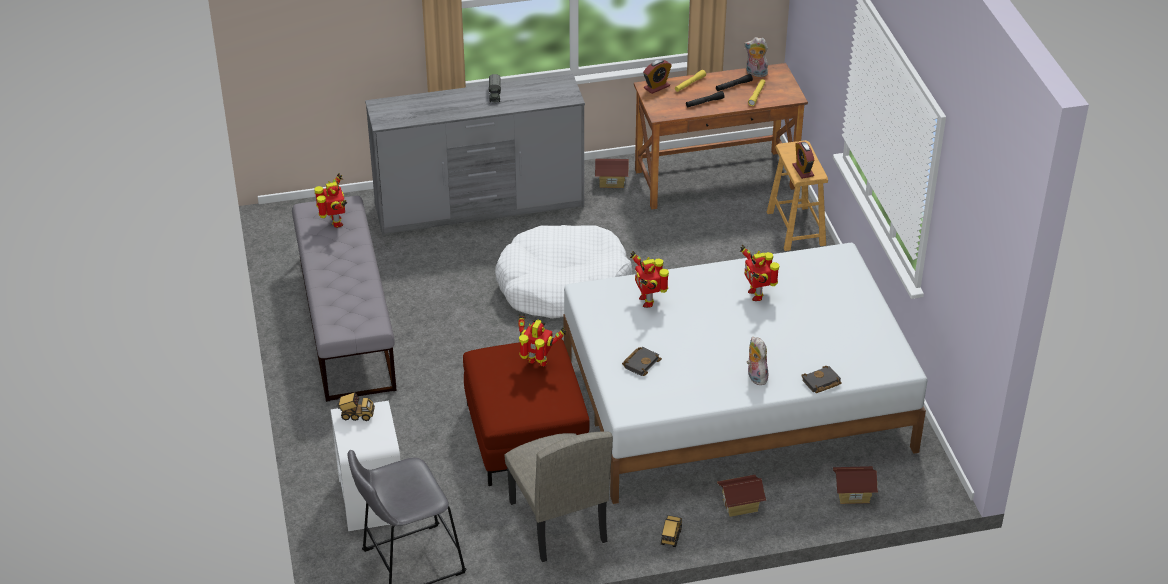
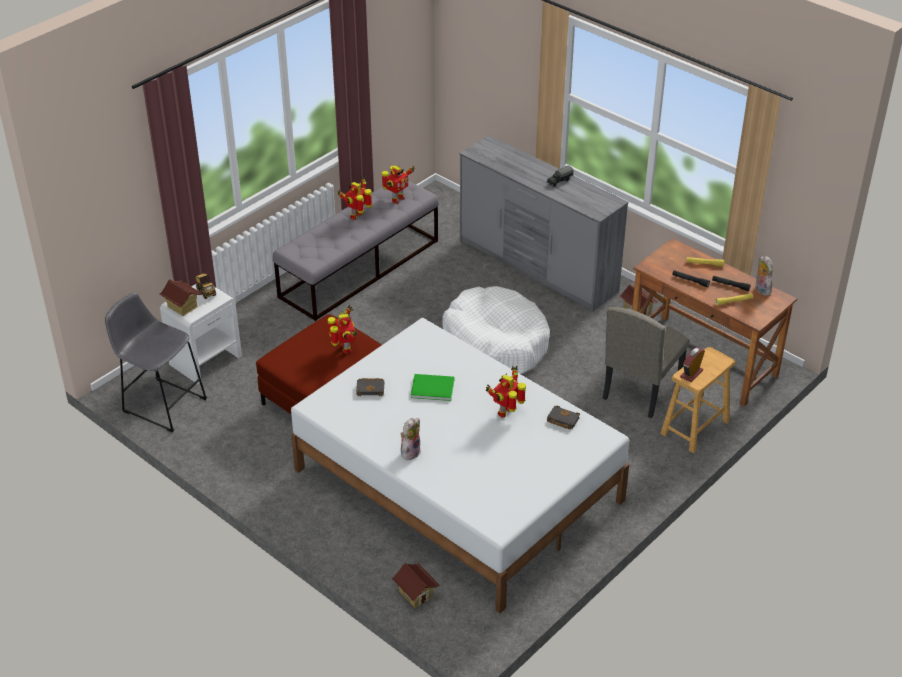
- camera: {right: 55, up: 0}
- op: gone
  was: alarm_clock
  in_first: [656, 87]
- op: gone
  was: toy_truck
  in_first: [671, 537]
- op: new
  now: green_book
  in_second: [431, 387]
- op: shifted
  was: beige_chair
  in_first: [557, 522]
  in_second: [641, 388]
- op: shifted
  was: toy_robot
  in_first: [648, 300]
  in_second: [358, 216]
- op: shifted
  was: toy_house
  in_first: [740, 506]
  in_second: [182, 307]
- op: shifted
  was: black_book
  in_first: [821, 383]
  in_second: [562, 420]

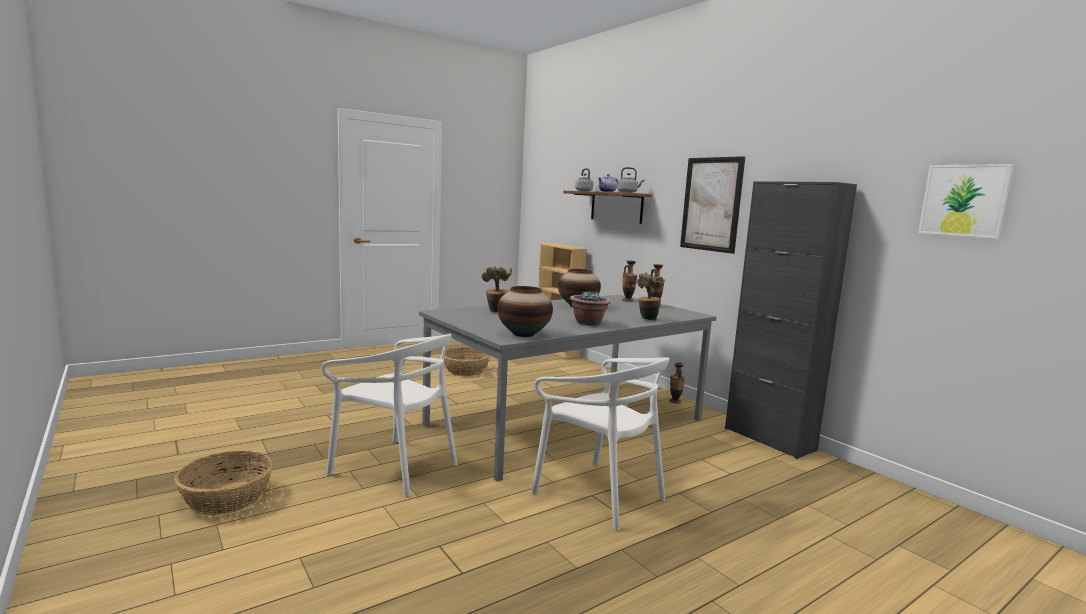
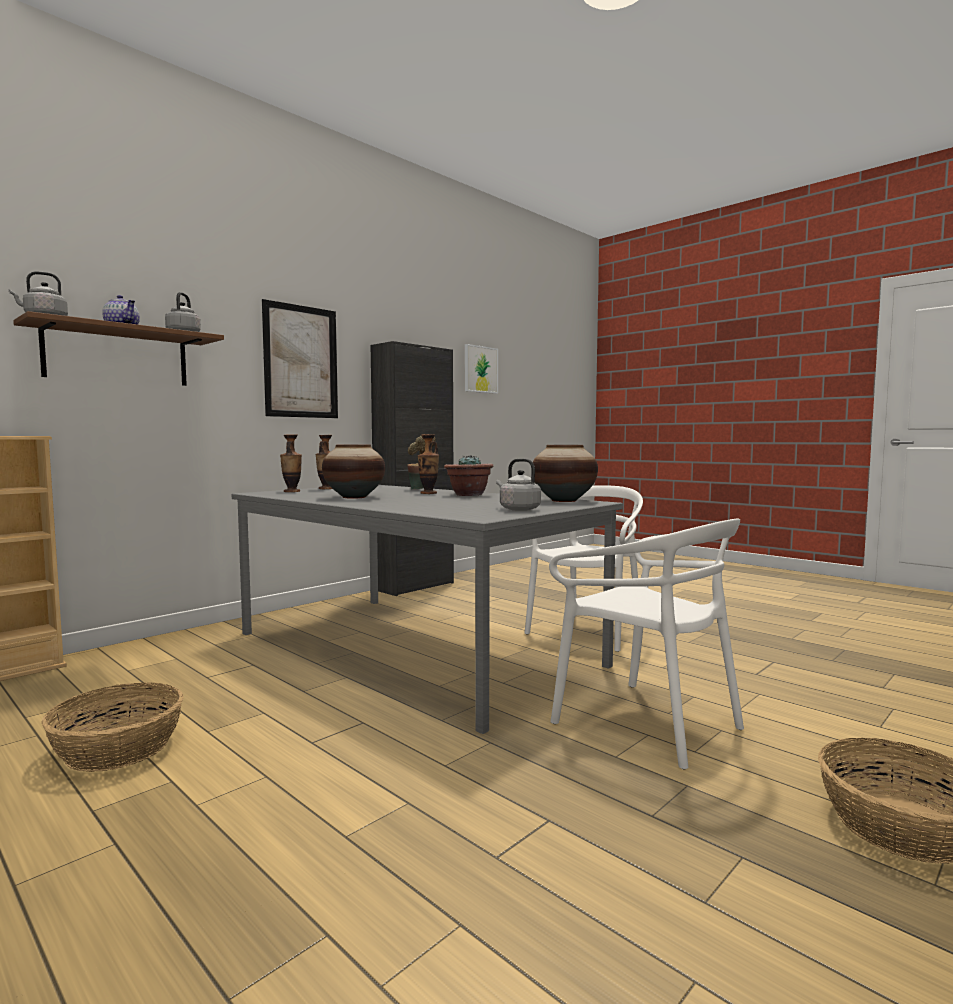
- camera: {right: -100, up: -5}
- op: gone
  was: potted_plant
  in_first: [496, 312]
- op: new
  now: grey_kettle
  in_second: [518, 509]
- op: shifted
  was: vase
  in_first: [675, 401]
  in_second: [428, 493]
- op: rotated
  was: white_chair
  in_first: [395, 467]
  in_second: [646, 722]
  clockwise: 120

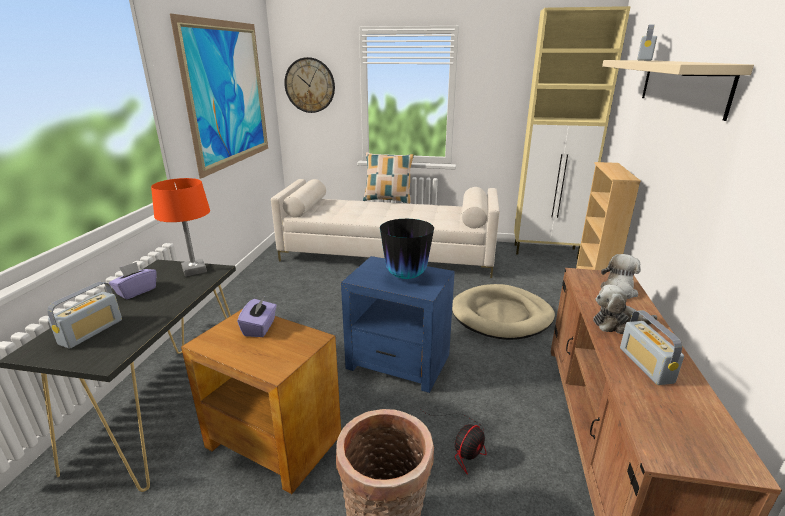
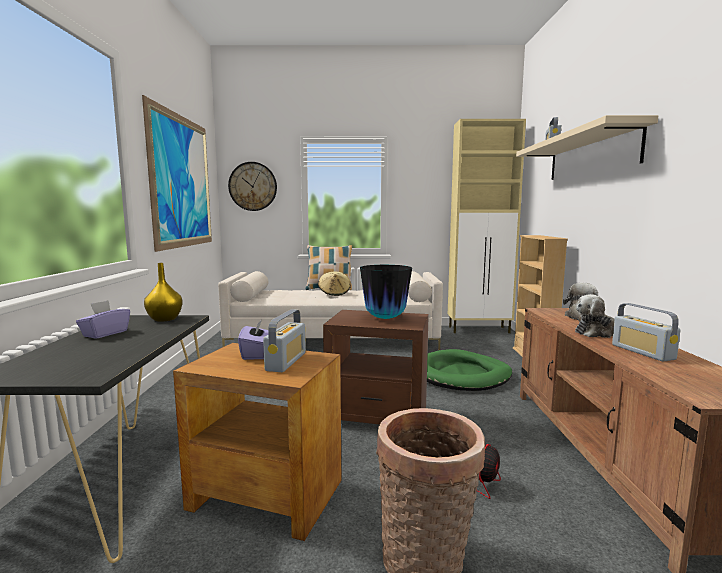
- camera: {right: -10, up: -15}
- op: new
  now: beige_hat
  in_second: [334, 293]
- op: shifted
  was: radio
  in_first: [91, 332]
  in_second: [286, 361]
- op: swapped
  was: orange_table_lamp
  now: yellow_vase
  in_first: [194, 270]
  in_second: [165, 319]
- op: repainted
  was: blue_side_table
  now: brown_side_table
  in_first: [399, 362]
  in_second: [378, 416]
- op: repainted
  was: beige_dog_bed
  now: green_dog_bed
  in_first: [501, 315]
  in_second: [462, 375]

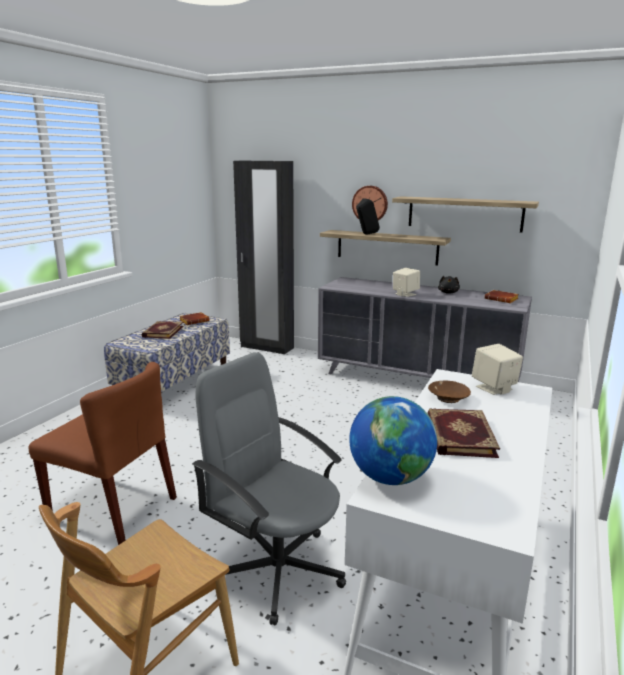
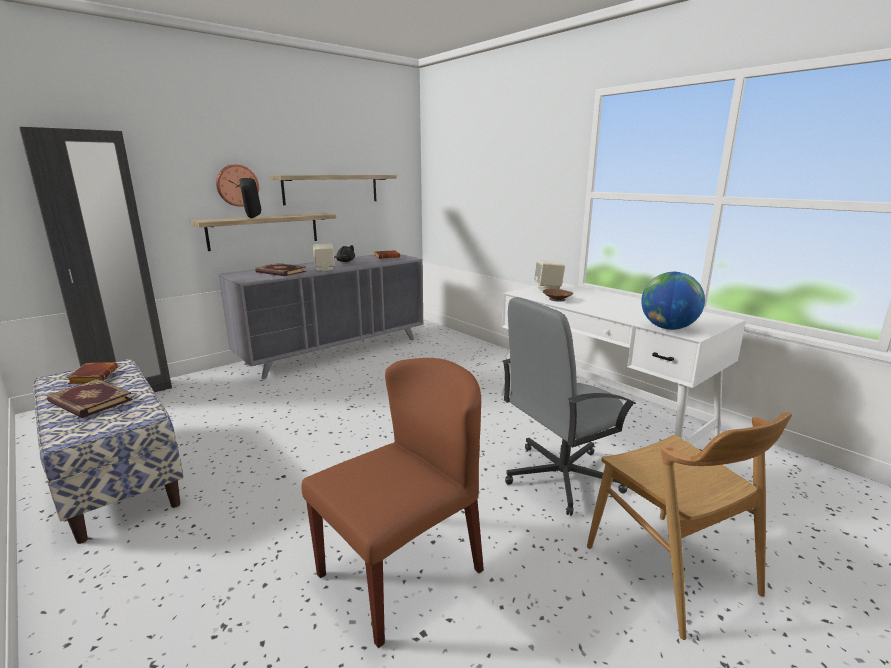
- camera: {right: -65, up: 0}
- op: shifted
  was: book
  in_first: [459, 435]
  in_second: [280, 272]

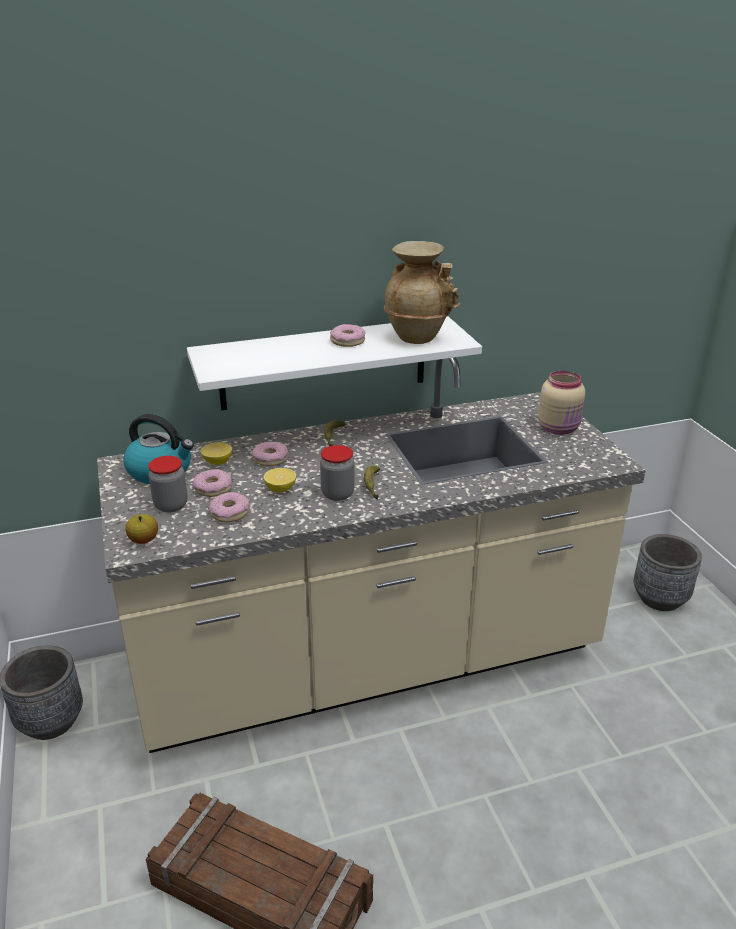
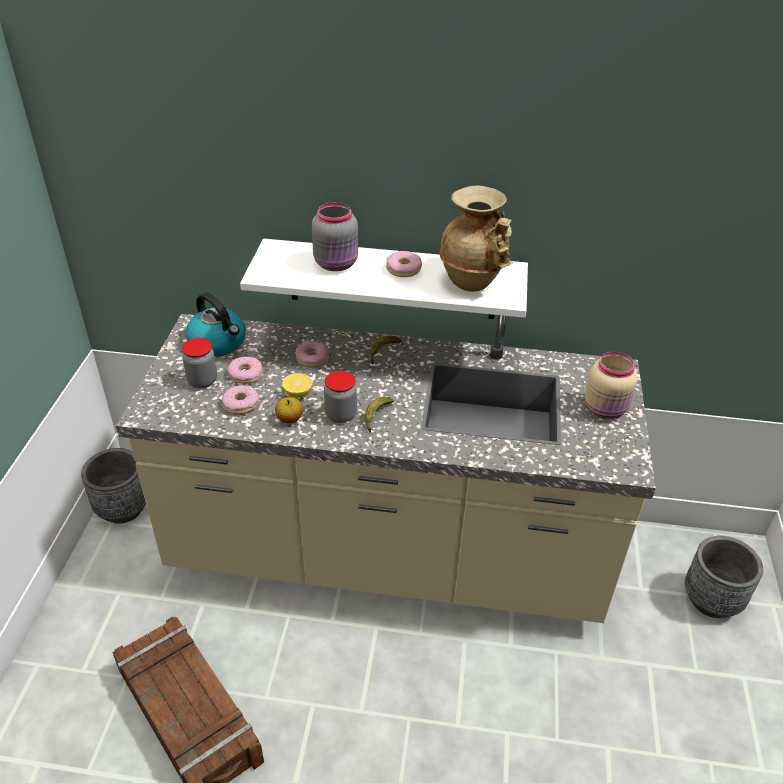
- camera: {right: 25, up: 10}
- op: gone
  was: lemon
  in_first: [217, 462]
- op: new
  now: grey_jar
  in_second: [337, 264]
- op: shifted
  was: apple
  in_first: [143, 540]
  in_second: [289, 419]

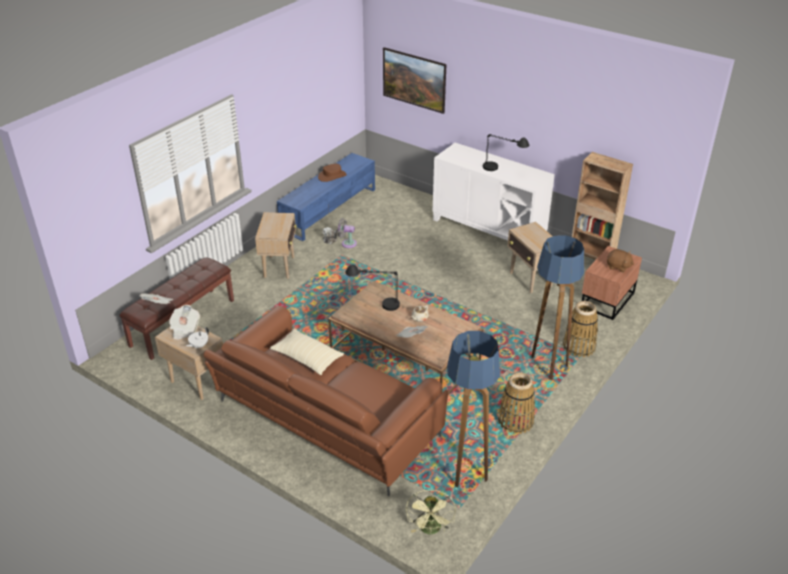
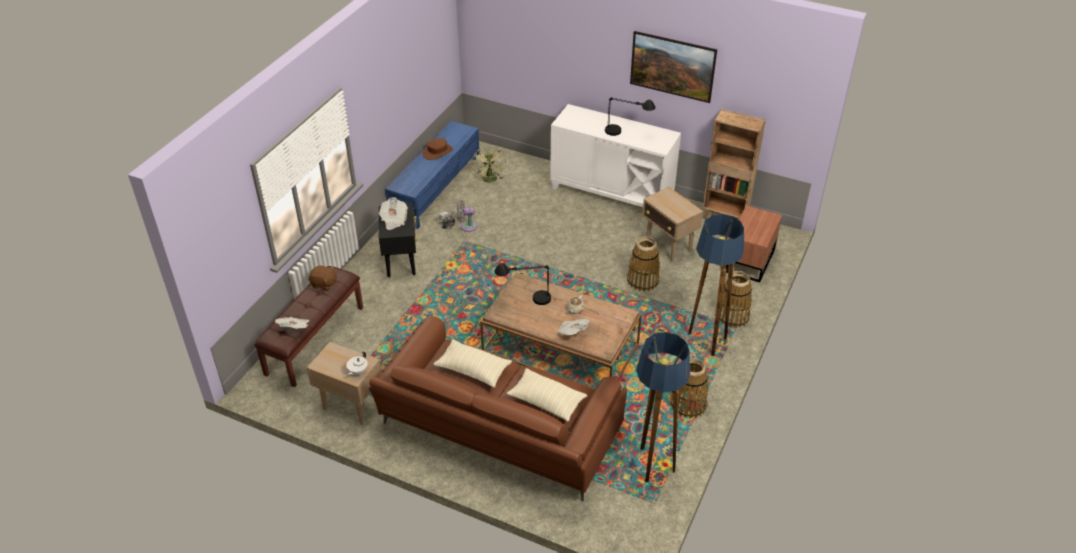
- camera: {right: -10, up: 5}
- op: new
  now: beige_pillow
  in_second: [546, 401]
- op: new
  now: basket
  in_second: [642, 281]
- op: shifted
  was: newspaper
  in_first: [184, 329]
  in_second: [393, 220]
- op: shifted
  was: picture
  in_first: [414, 92]
  in_second: [671, 79]
- op: shifted
  was: green_fan
  in_first: [431, 530]
  in_second: [490, 180]
- op: shifted
  was: brown_plush_toy
  in_first: [618, 267]
  in_second: [324, 284]
- op: repainted
  was: beige_side_table
  now: black_side_table
  in_first: [279, 267]
  in_second: [401, 262]

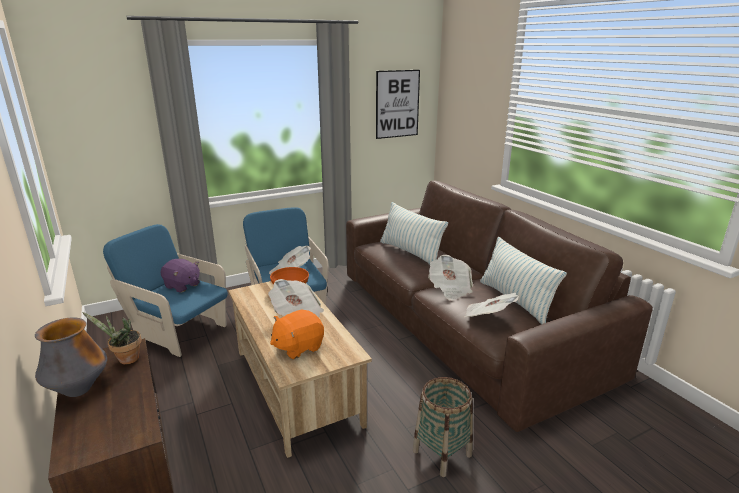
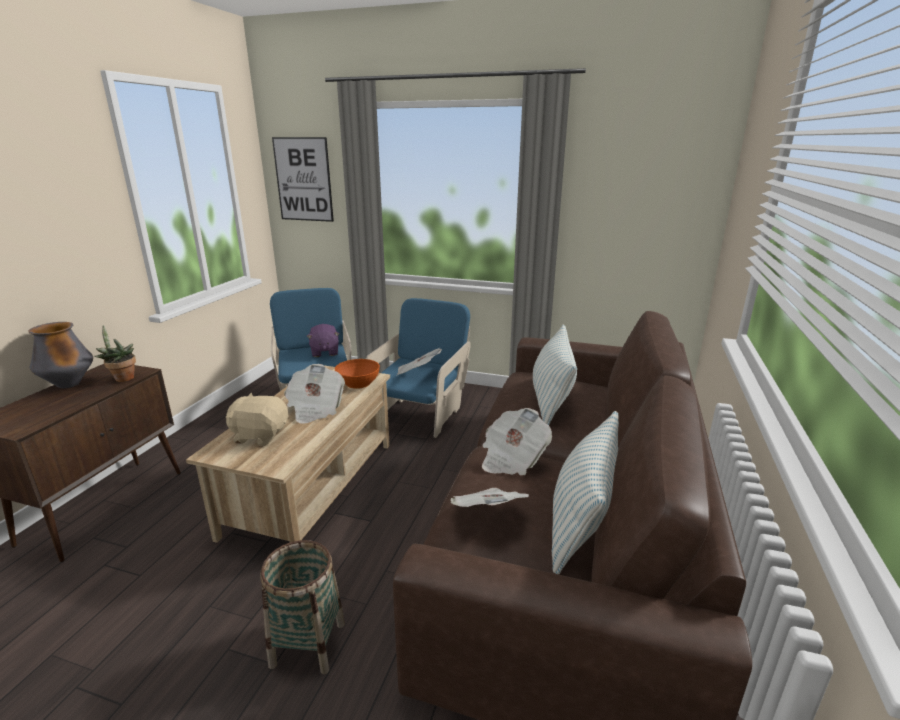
- camera: {right: 45, up: 0}
- op: shifted
  was: picture
  in_first: [397, 104]
  in_second: [303, 179]
- op: repainted
  was: orange_plush_toy
  now: beige_plush_toy
  in_first: [298, 347]
  in_second: [260, 435]

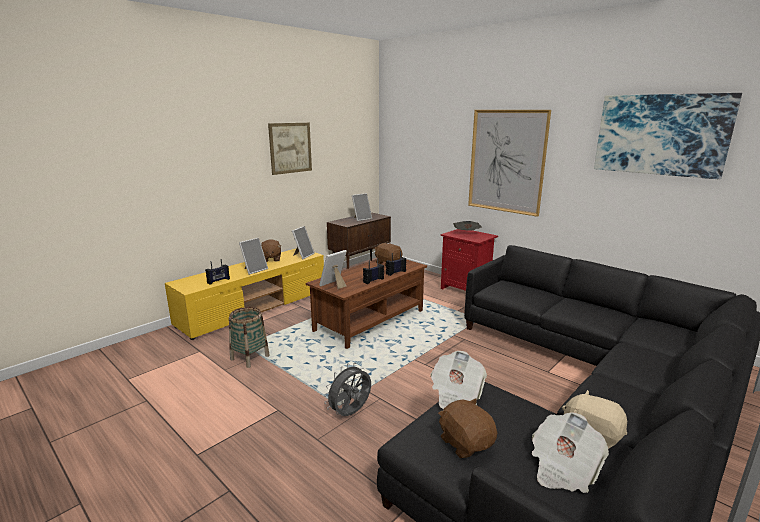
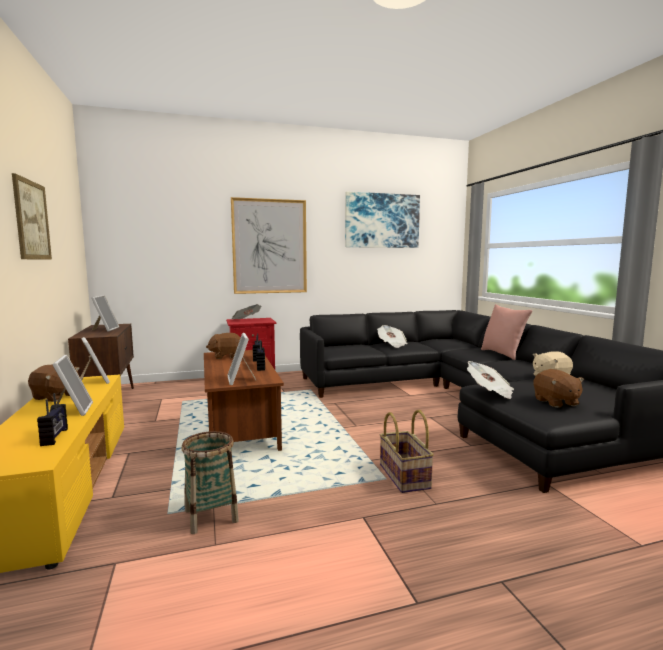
- camera: {right: -60, up: -10}
- op: new
  now: pink_pillow
  in_second: [503, 354]
- op: shifted
  was: newspaper
  in_first: [563, 467]
  in_second: [392, 344]
- op: swapped
  was: grey_fan
  now: basket
  in_first: [350, 413]
  in_second: [405, 476]
- op: rotated
  was: brown_plush_toy
  in_first: [466, 443]
  in_second: [556, 402]
  clockwise: -105

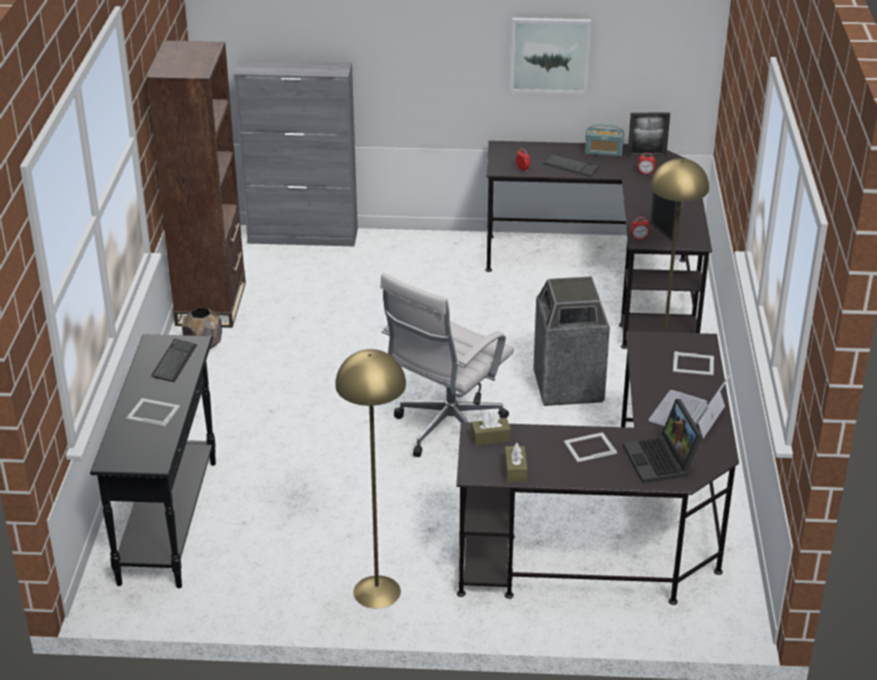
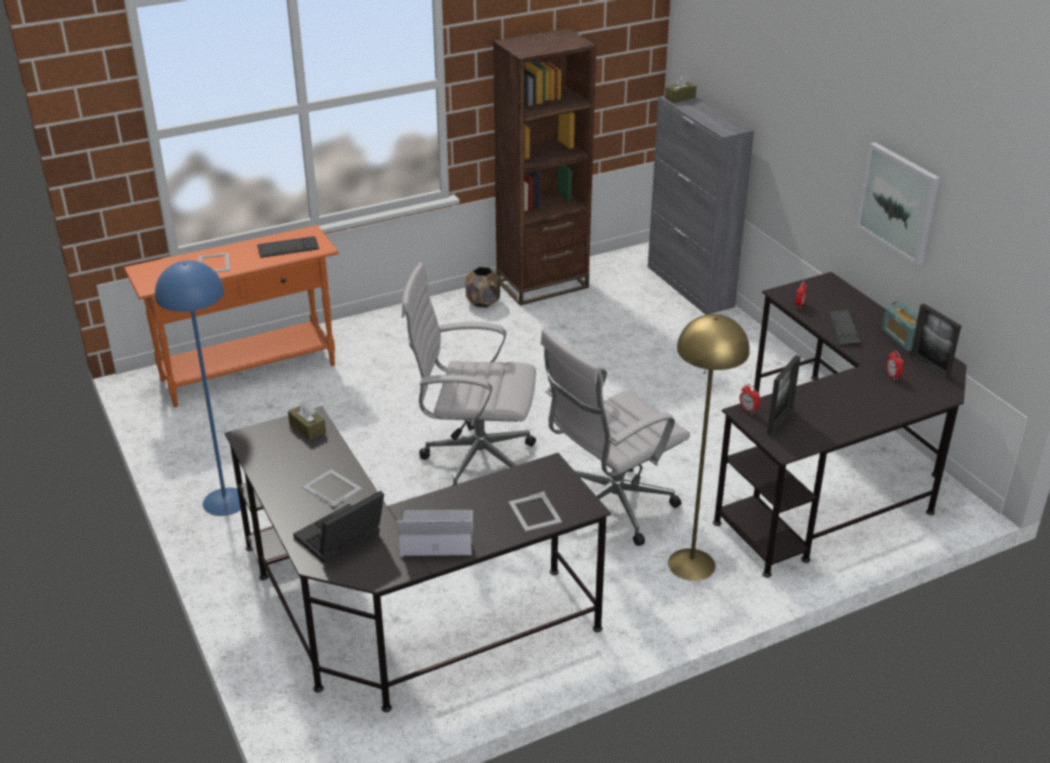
- camera: {right: 60, up: 0}
- op: shifted
  was: brown_tissue_box
  in_first: [515, 470]
  in_second: [680, 98]
- op: swapped
  was: trash_can
  now: white_office_chair
  in_first: [567, 387]
  in_second: [609, 508]
- op: repainted
  was: black_console_table
  now: orange_console_table
  in_first: [169, 521]
  in_second: [249, 373]
- op: repainted
  was: yellow_floor_lamp
  now: blue_floor_lamp
  in_first: [376, 592]
  in_second: [225, 501]

